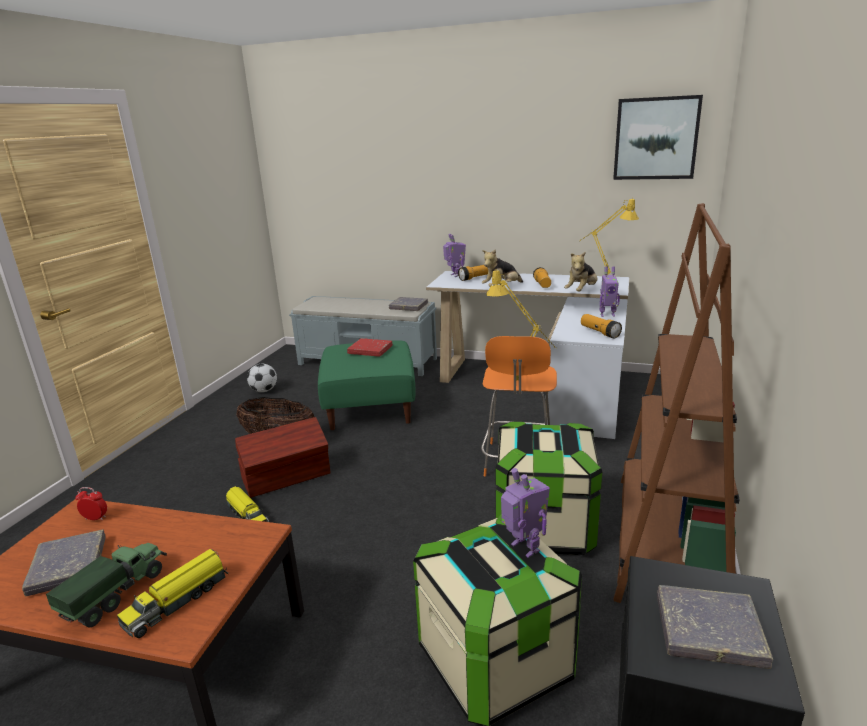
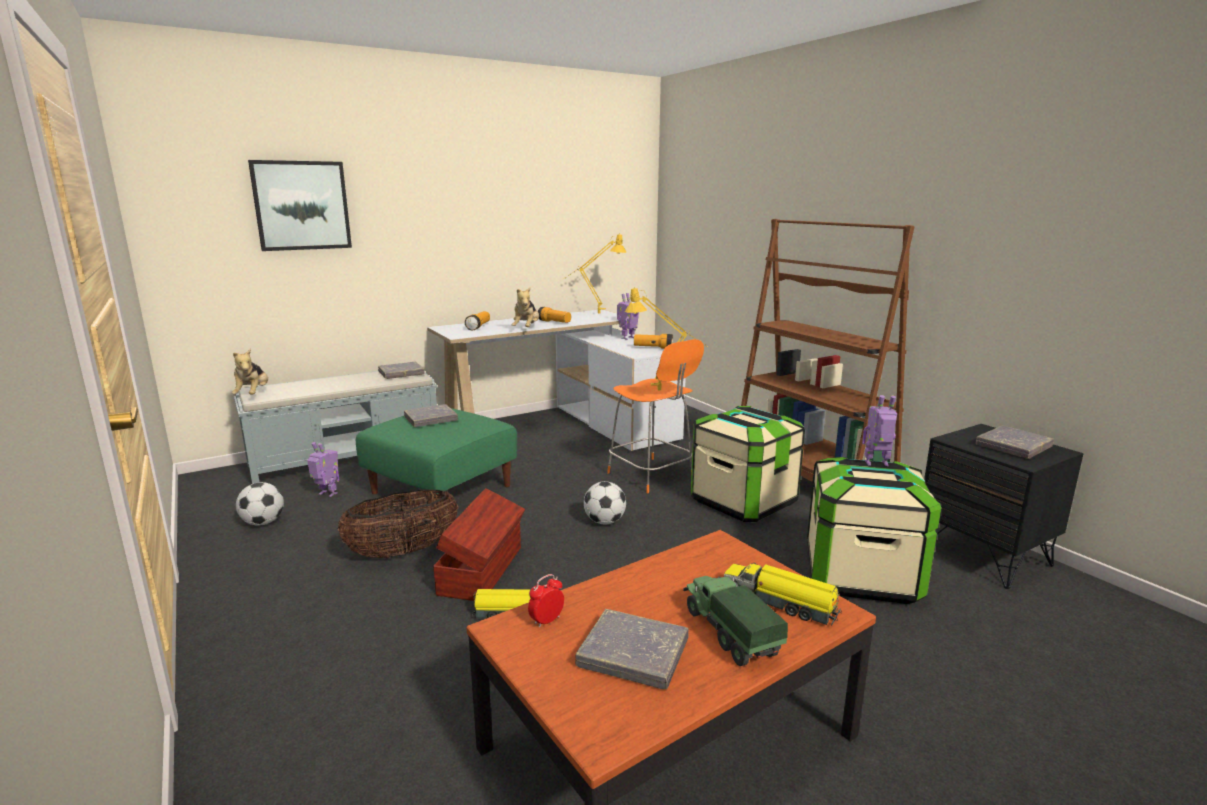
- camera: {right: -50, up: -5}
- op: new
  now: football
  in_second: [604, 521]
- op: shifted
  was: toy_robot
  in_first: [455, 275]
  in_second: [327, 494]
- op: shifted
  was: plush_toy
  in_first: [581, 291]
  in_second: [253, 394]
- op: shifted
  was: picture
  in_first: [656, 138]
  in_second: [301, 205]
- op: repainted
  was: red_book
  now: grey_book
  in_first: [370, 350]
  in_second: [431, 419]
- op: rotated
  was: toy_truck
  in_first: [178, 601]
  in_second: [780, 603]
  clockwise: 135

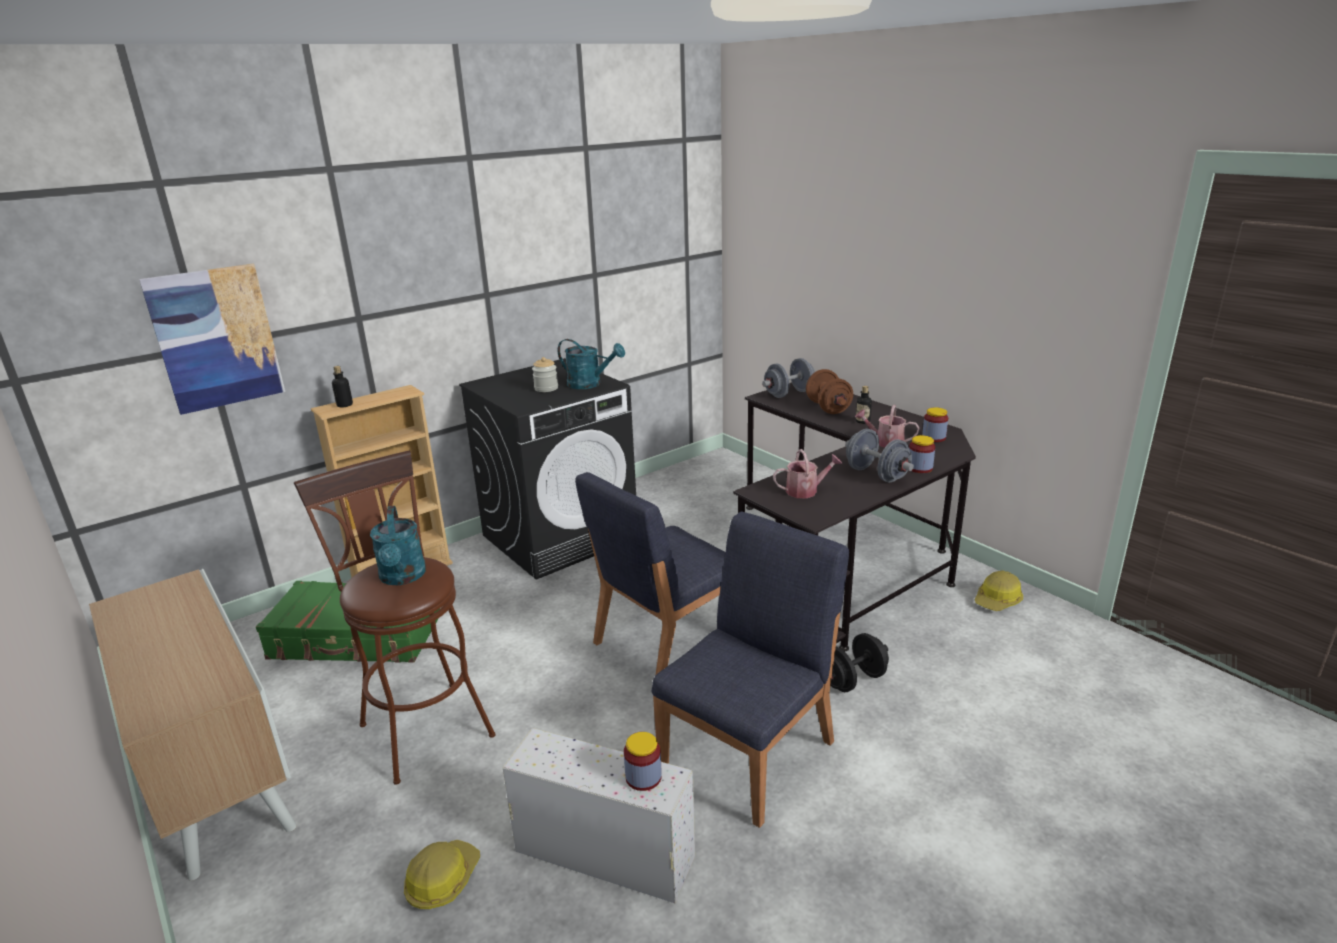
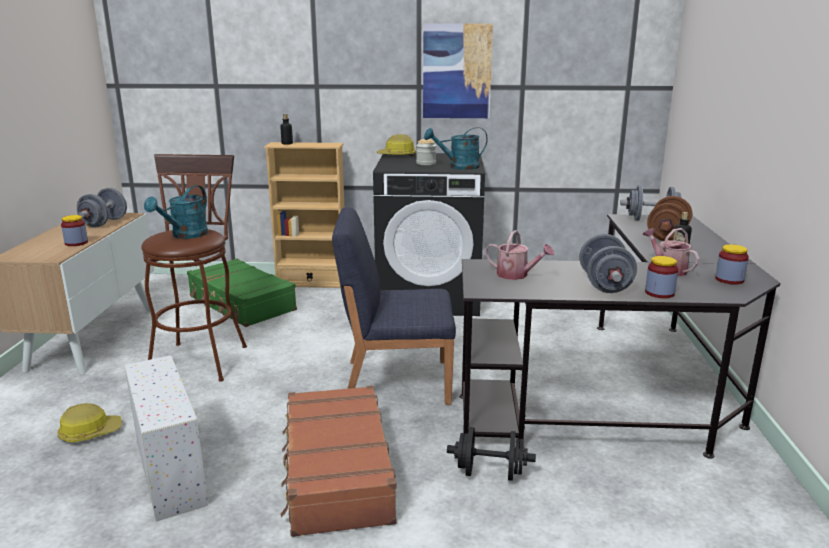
- camera: {right: 40, up: -5}
- op: new
  now: grey_dumbbell
  in_second: [104, 223]
- op: shifted
  was: picture
  in_first: [216, 338]
  in_second: [457, 71]
- op: shifted
  was: jar
  in_first: [643, 777]
  in_second: [76, 243]
- op: shifted
  was: hard_hat
  in_first: [998, 600]
  in_second: [397, 156]
- op: swapped
  was: blue_chair
  now: brown_suitcase
  in_first: [749, 753]
  in_second: [336, 472]
- op: rotated
  was: turquoise_watering_can
  in_first: [590, 384]
  in_second: [458, 167]
  clockwise: 105

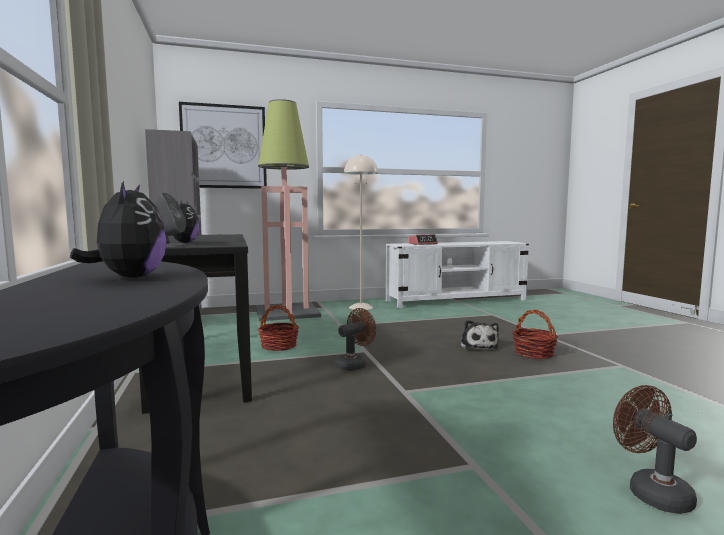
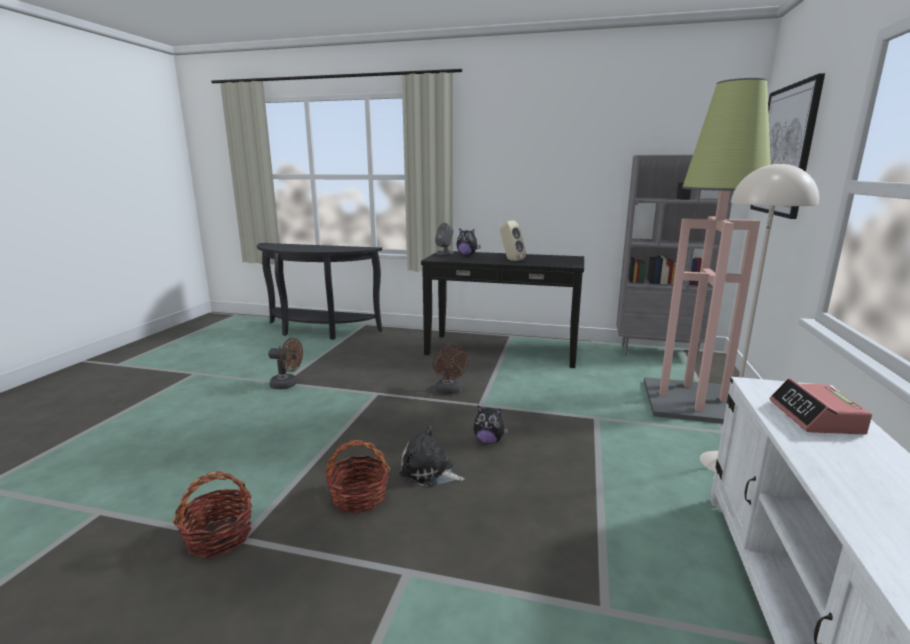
- camera: {right: 120, up: 10}
- op: new
  now: beige_speaker
  in_second: [511, 260]
- op: shifted
  was: plush_toy
  in_first: [129, 278]
  in_second: [489, 441]
- op: shifted
  was: basket
  in_first: [279, 346]
  in_second: [219, 537]
- op: shifted
  was: brown_fan
  in_first: [651, 491]
  in_second: [288, 385]

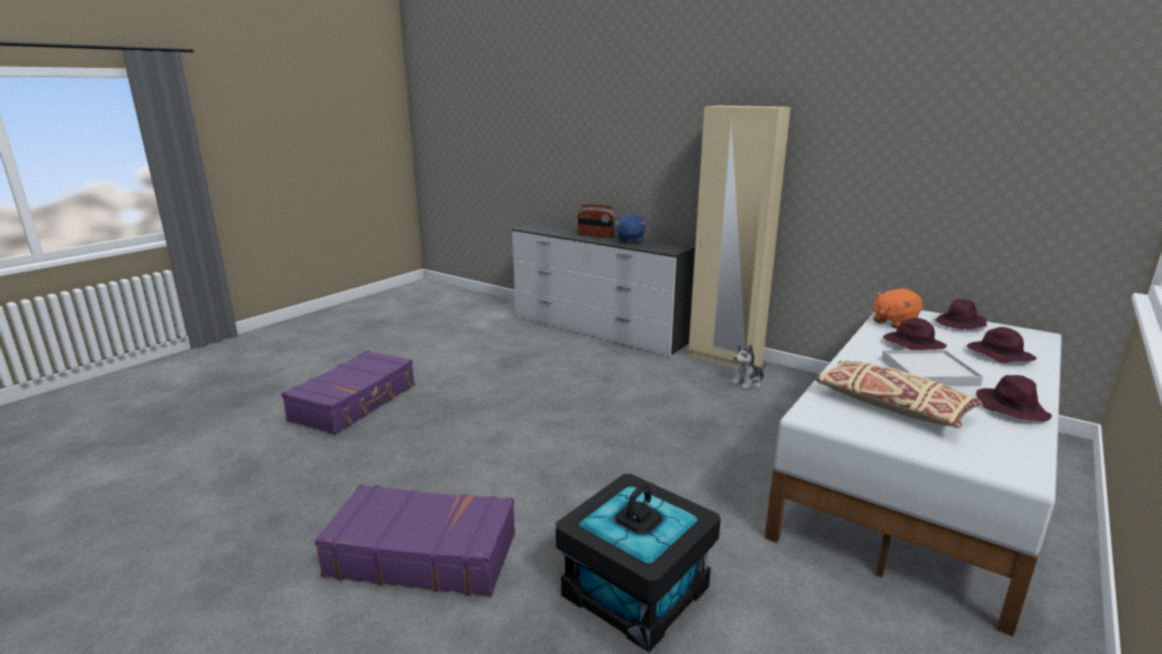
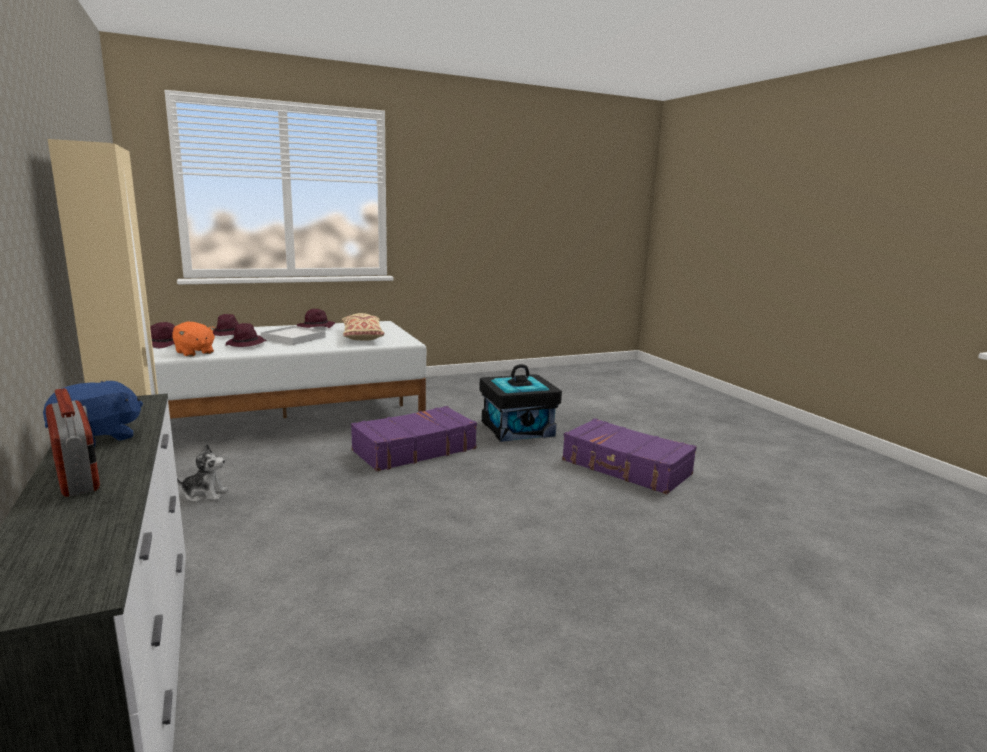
- camera: {right: -150, up: -5}
- op: shifted
  was: purple_suitcase
  in_first: [355, 402]
  in_second: [413, 449]
- op: rotated
  was: orange_plush_toy
  in_first: [894, 322]
  in_second: [194, 352]
  clockwise: 45

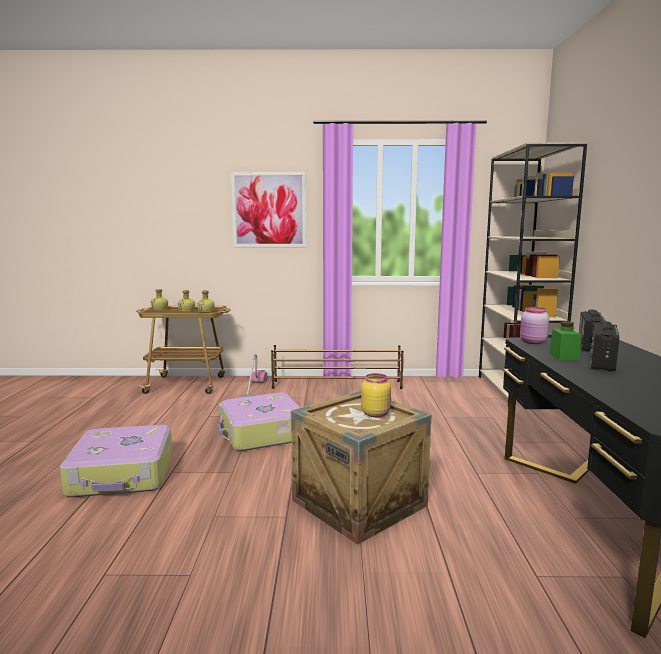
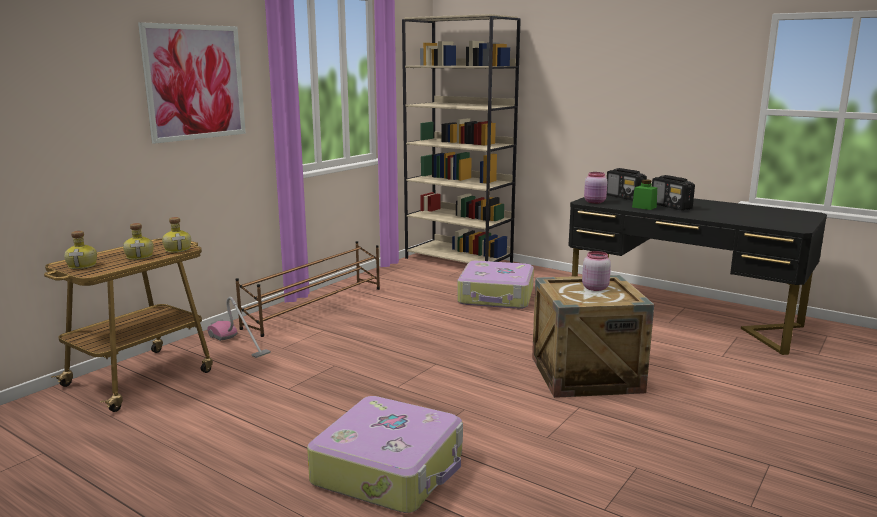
- camera: {right: -55, up: 5}
- op: shifted
  was: suitcase
  in_first: [261, 433]
  in_second: [496, 296]
- op: repainted
  was: yellow_jar
  now: pink_jar
  in_first: [376, 413]
  in_second: [594, 288]

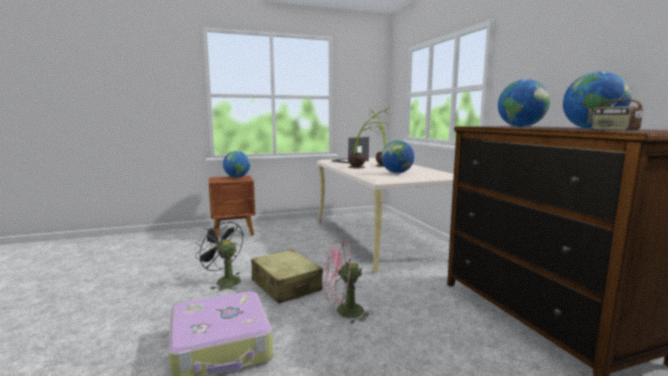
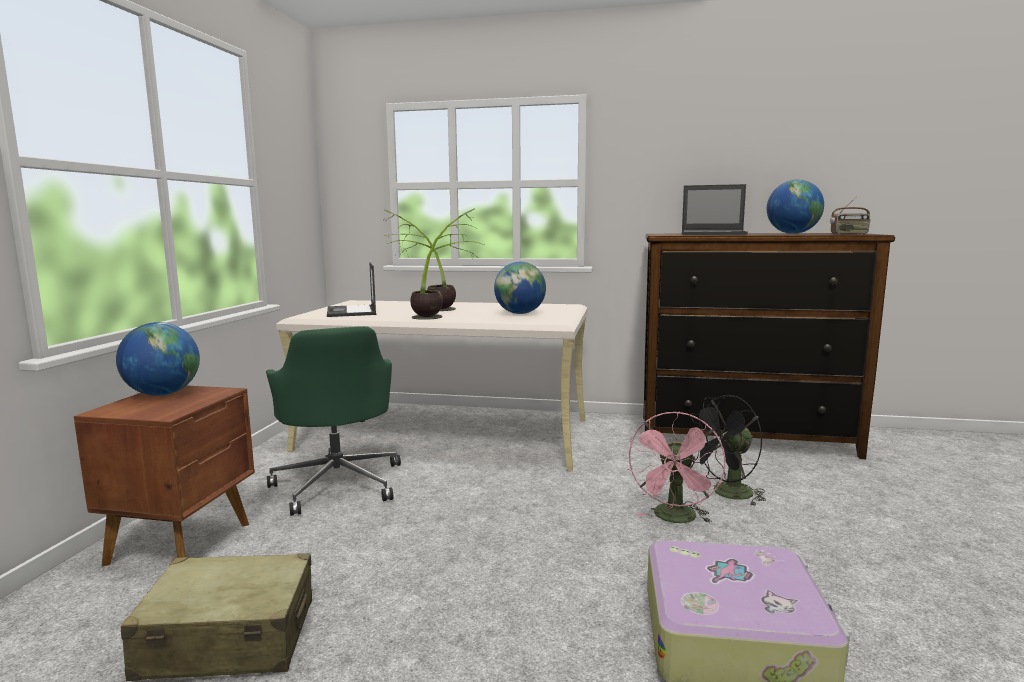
- camera: {right: -60, up: 0}
- op: new
  now: green_office_chair
  in_second: [338, 483]
- op: shifted
  was: black_fan
  in_first: [224, 281]
  in_second: [727, 494]
- op: shifted
  was: beige_suitcase
  in_first: [286, 285]
  in_second: [229, 638]
- op: swapped
  was: globe
  now: laptop
  in_first: [520, 127]
  in_second: [714, 234]

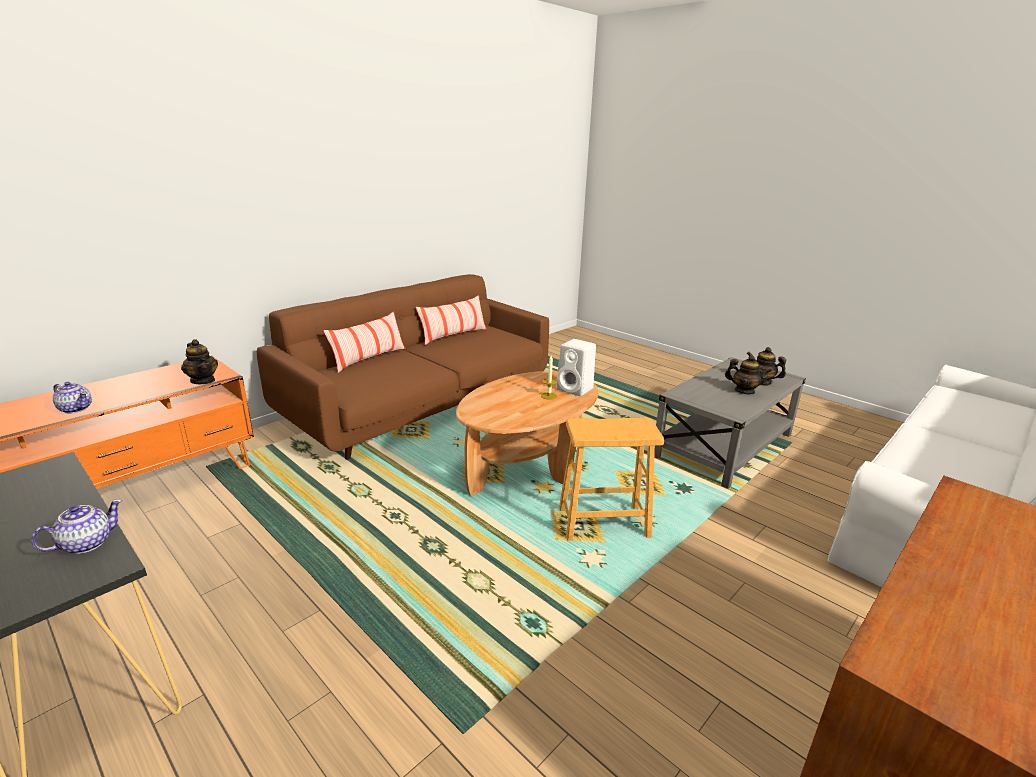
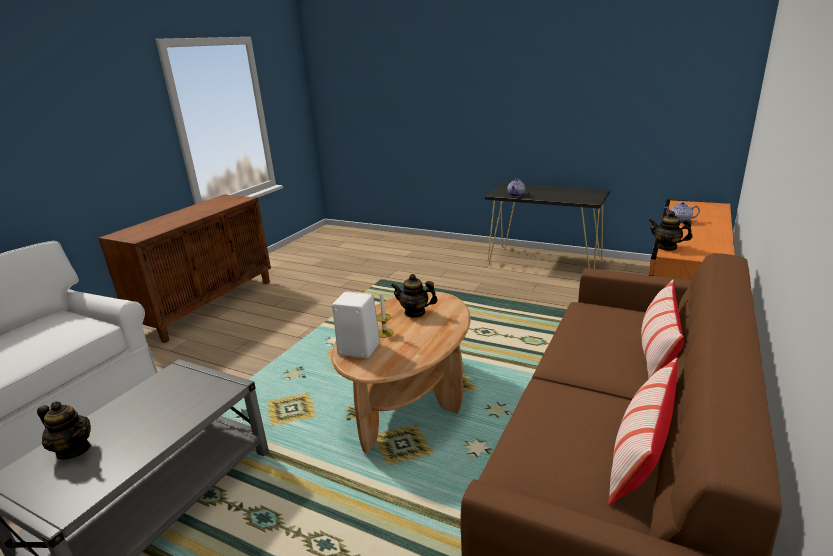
- camera: {right: 165, up: 0}
- op: gone
  was: brown_stool
  in_first: [603, 522]
- op: shifted
  was: teapot
  in_first: [744, 391]
  in_second: [415, 312]

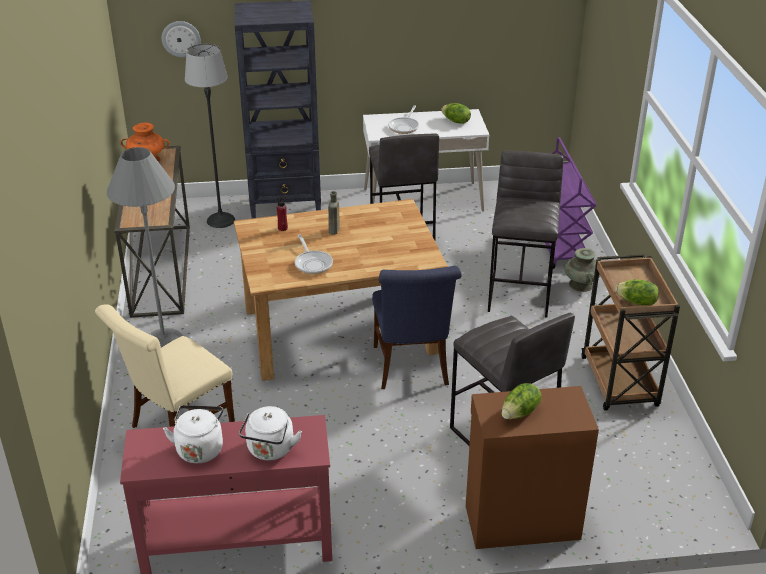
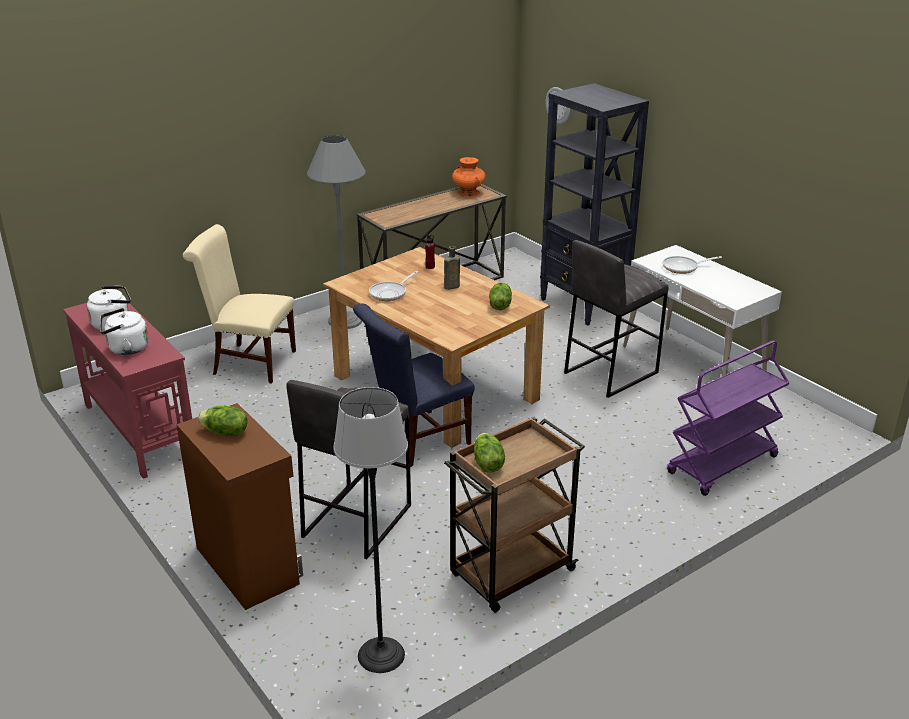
- camera: {right: 60, up: -5}
- op: gone
  was: grey_stool
  in_first: [520, 293]
- op: gone
  was: turquoise_vase
  in_first: [581, 285]
- op: shifted
  was: floor_lamp
  in_first: [220, 220]
  in_second: [380, 654]
- op: shifted
  was: lettuce
  in_first: [456, 121]
  in_second: [499, 305]

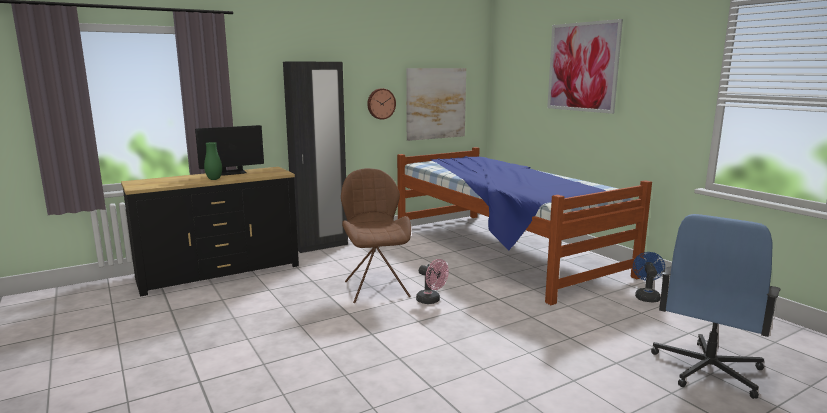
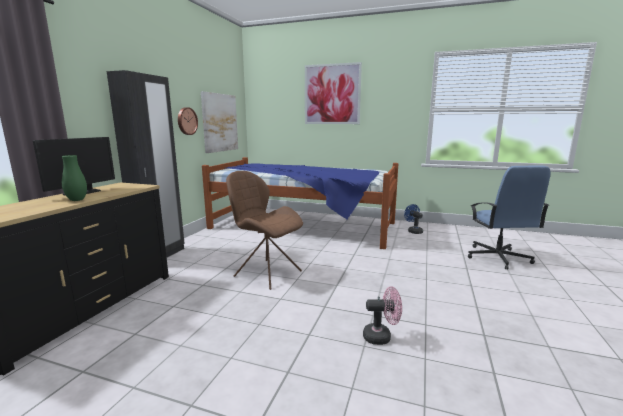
- camera: {right: -40, up: 0}
- op: shifted
  was: pink_fan
  in_first: [431, 301]
  in_second: [381, 336]

